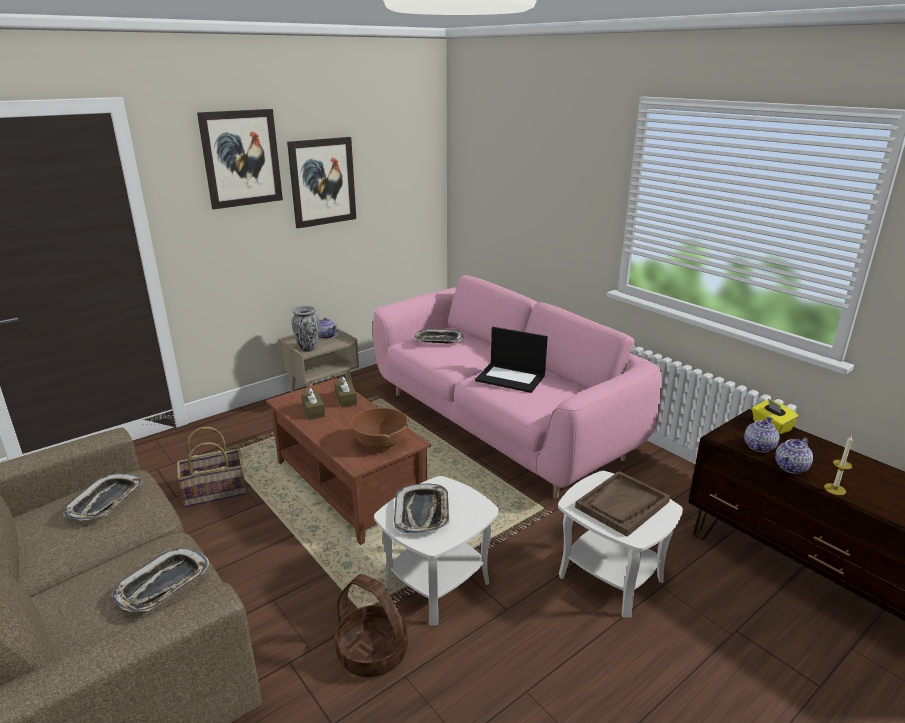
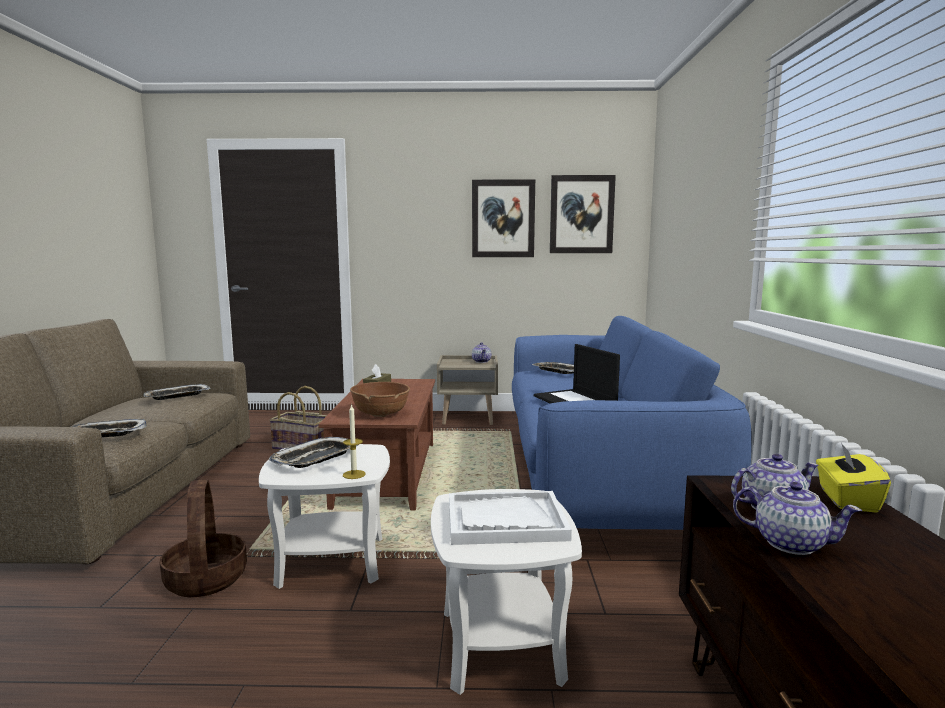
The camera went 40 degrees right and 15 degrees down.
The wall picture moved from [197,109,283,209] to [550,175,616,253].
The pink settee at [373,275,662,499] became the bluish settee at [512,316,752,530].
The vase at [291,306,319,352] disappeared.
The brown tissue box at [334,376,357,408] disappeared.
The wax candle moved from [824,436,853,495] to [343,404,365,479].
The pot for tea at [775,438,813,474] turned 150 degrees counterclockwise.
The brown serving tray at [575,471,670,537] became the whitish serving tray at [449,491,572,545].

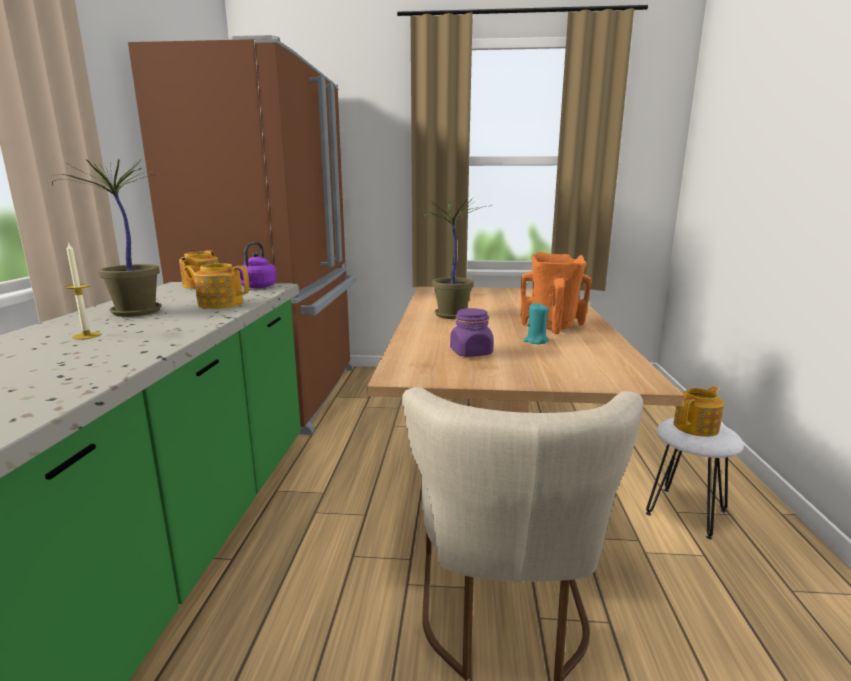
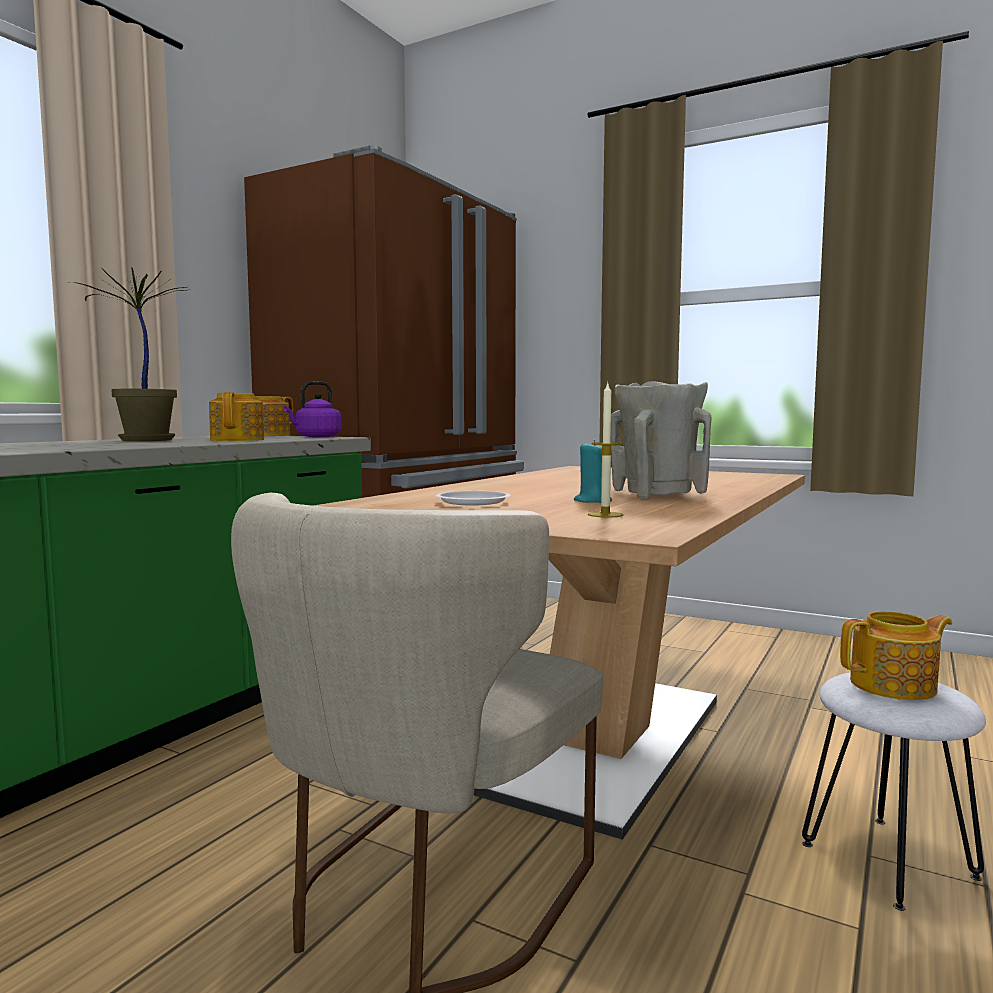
The camera went 25 degrees right and 10 degrees down.
The houseplant at [417,197,494,319] disappeared.
The wax candle moved from [64,242,101,340] to [588,383,623,517].
The orange vase at [520,252,591,334] became the beige-coloured vase at [611,381,712,499].
The pot for tea at [184,263,249,309] turned 45 degrees clockwise.
The purple preserve jar at [450,308,494,357] was replaced by the whitish flat dish at [436,491,510,505].

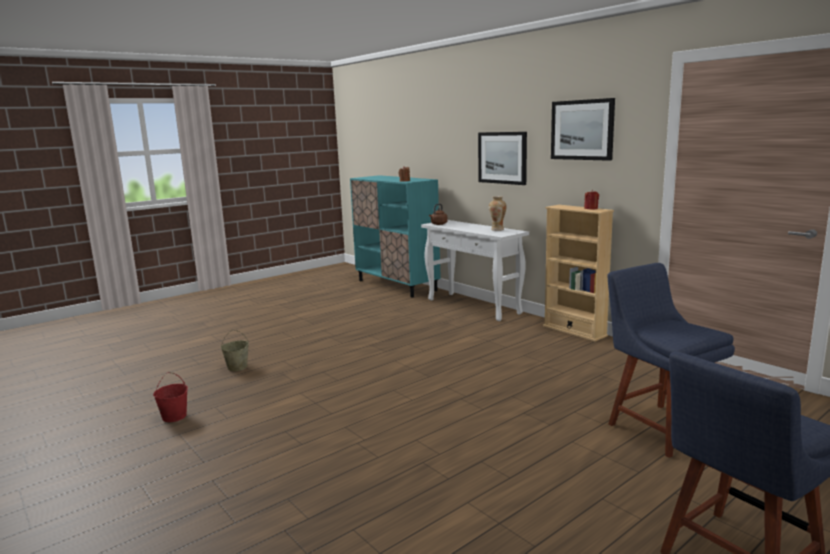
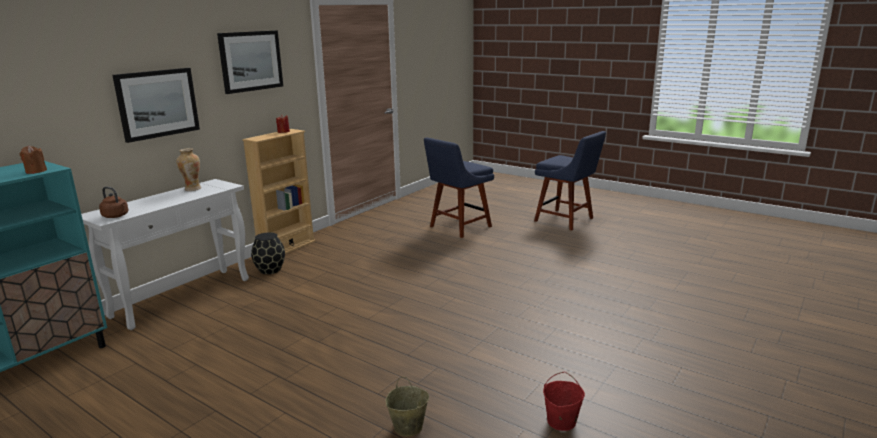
The camera went 105 degrees left and 5 degrees up.
The black vase at [251,232,285,274] appeared.

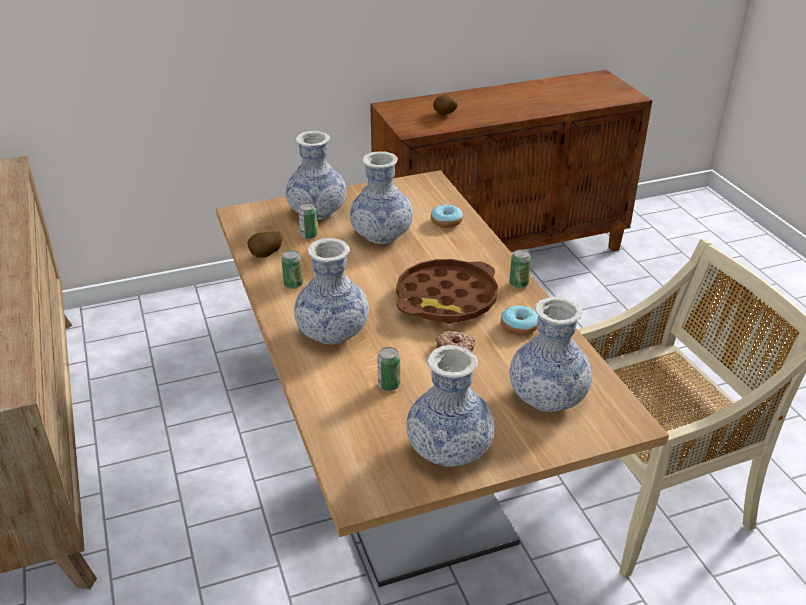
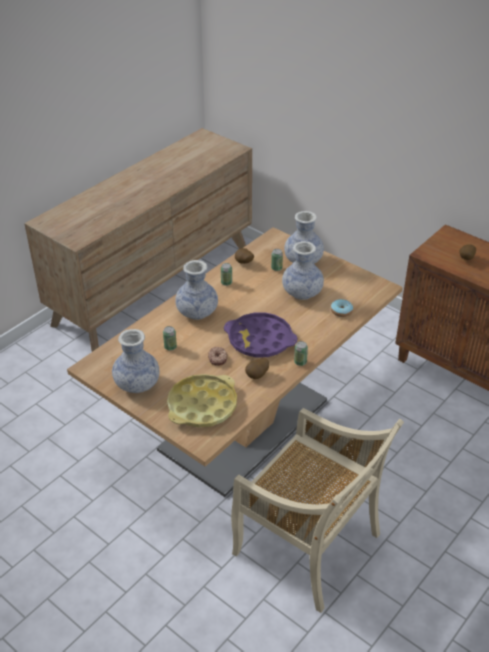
The camera went 60 degrees right and 5 degrees up.
The brown serving tray at [396,259,498,323] became the purple serving tray at [224,312,298,357].
The vase at [510,297,592,412] was replaced by the yellow serving tray at [167,374,237,428].
The ring doughnut at [501,305,538,335] was replaced by the spud at [245,358,269,379].

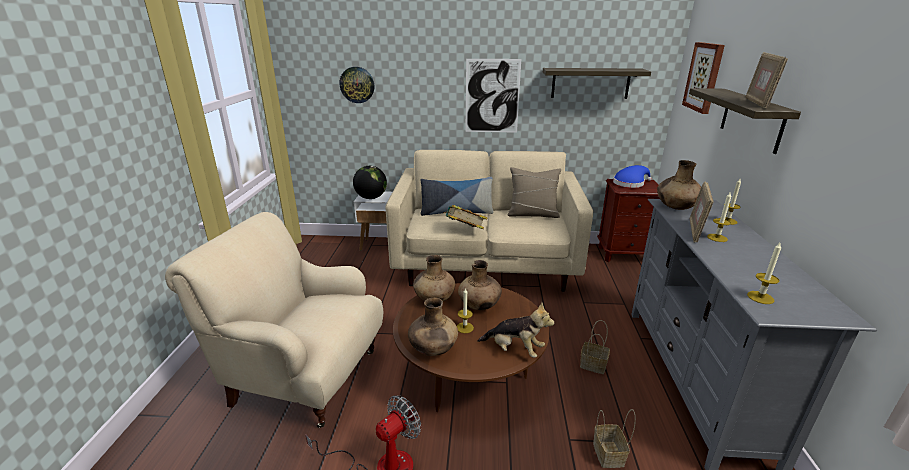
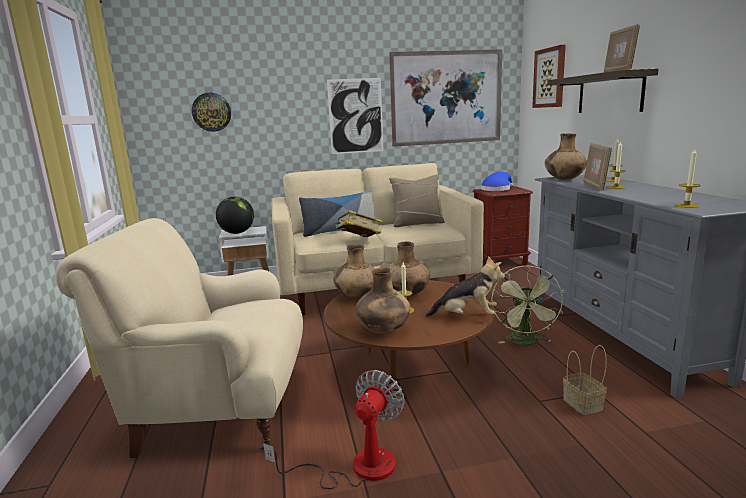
The camera went 15 degrees left and 10 degrees down.
The bracket shelf at [543,68,651,99] was replaced by the wall picture at [389,49,502,147].
The basket at [580,320,610,374] was replaced by the green cooling fan at [491,265,564,345].

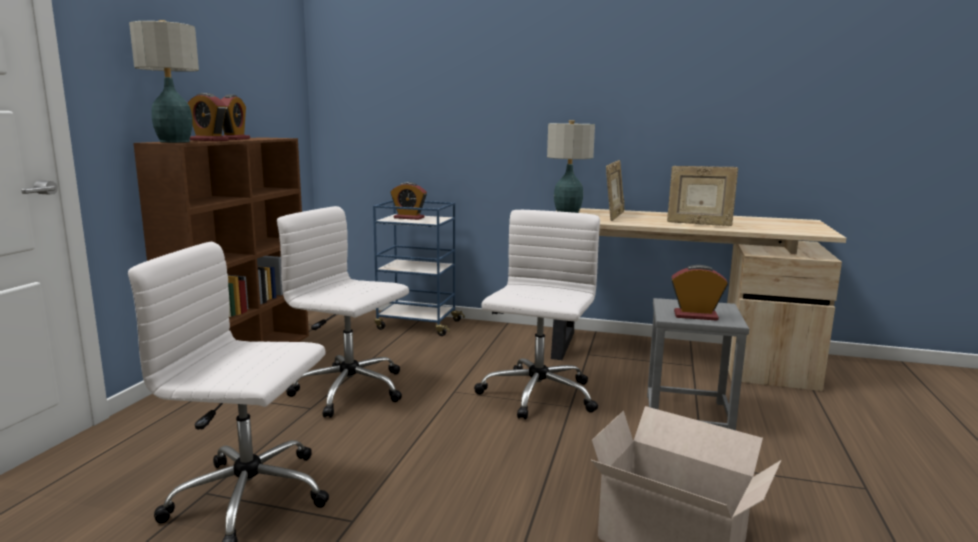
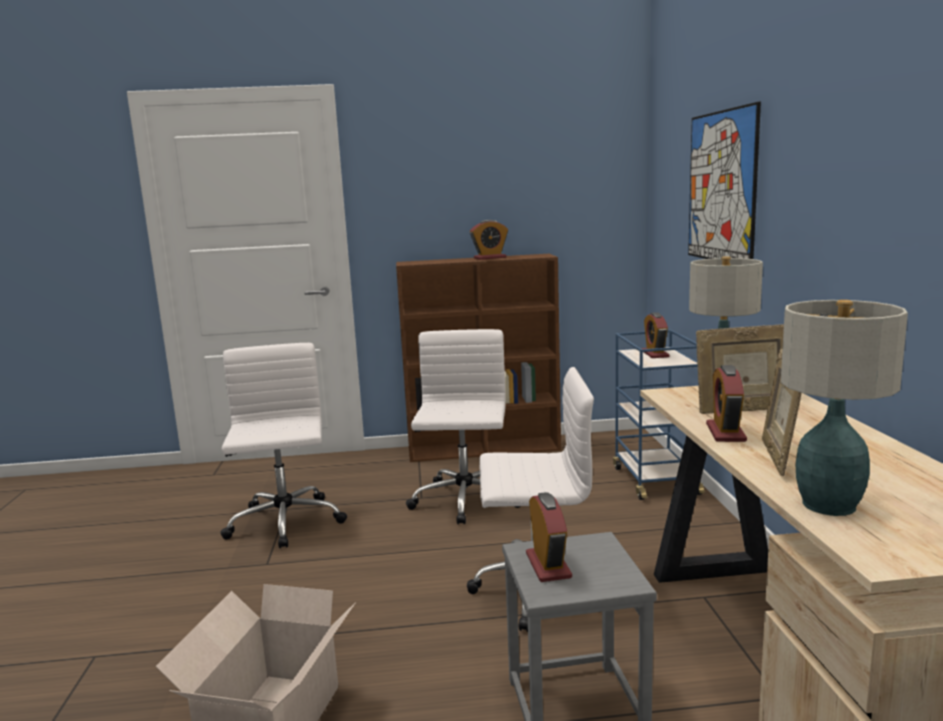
The camera went 70 degrees right and 0 degrees up.
The tabletop lamp moved from [129,20,199,143] to [781,300,908,516].
The alarm clock moved from [188,93,229,141] to [706,365,747,442].
The wall picture at [688,102,761,259] appeared.

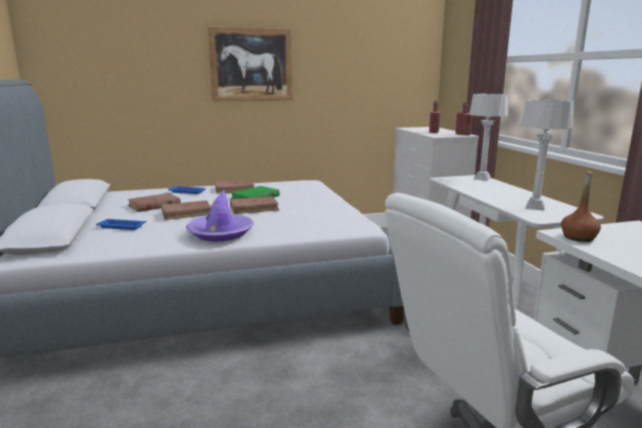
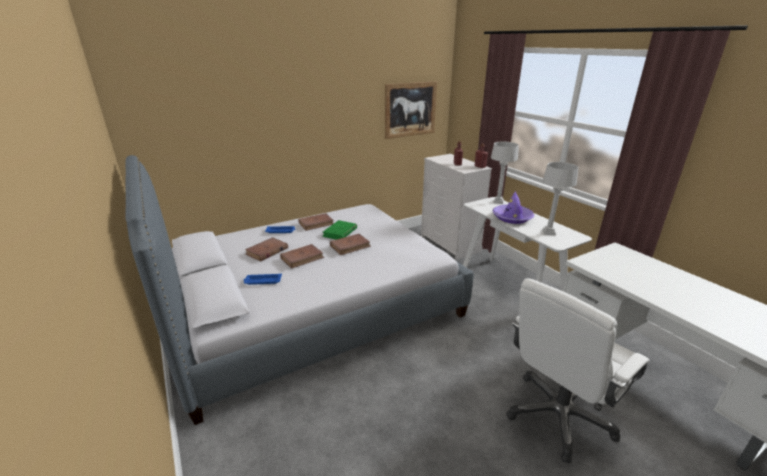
The camera went 15 degrees left and 10 degrees up.
The wall picture moved from [208,27,293,101] to [385,81,437,139].
The brown bottle at [561,171,601,242] disappeared.
The purple hat moved from [186,190,254,242] to [492,192,534,224].

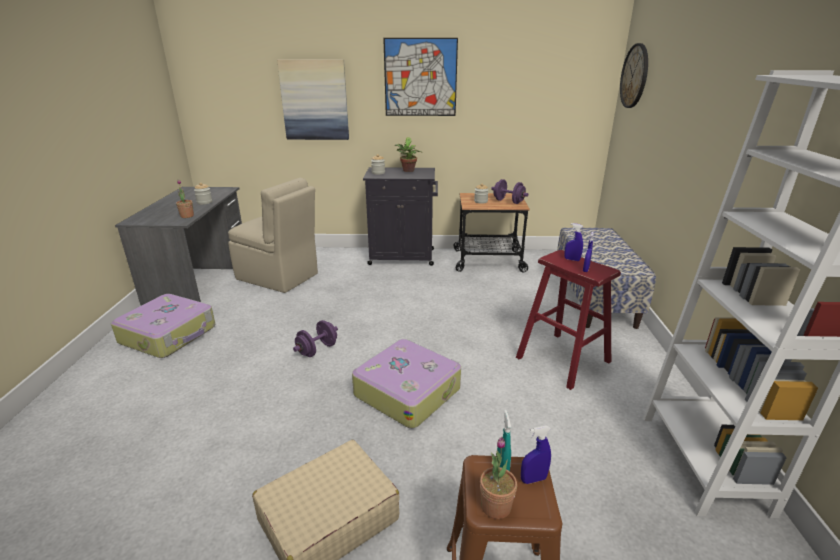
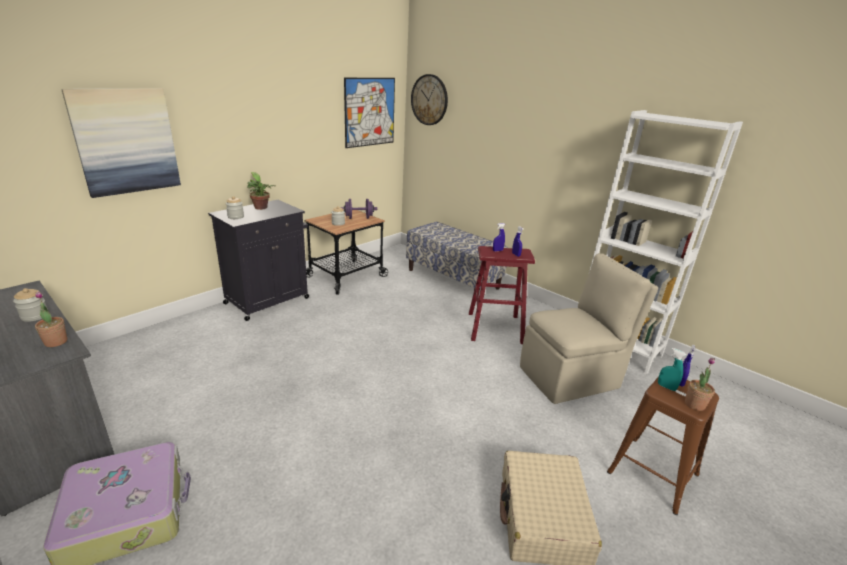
The camera went 50 degrees left and 0 degrees up.
The wall picture moved from [383,38,458,116] to [344,78,395,148].
The beige-coloured plain chair moved from [228,178,318,293] to [520,253,658,404].
The purple free weight at [293,320,338,357] disappeared.
The suitcase at [352,339,461,428] disappeared.

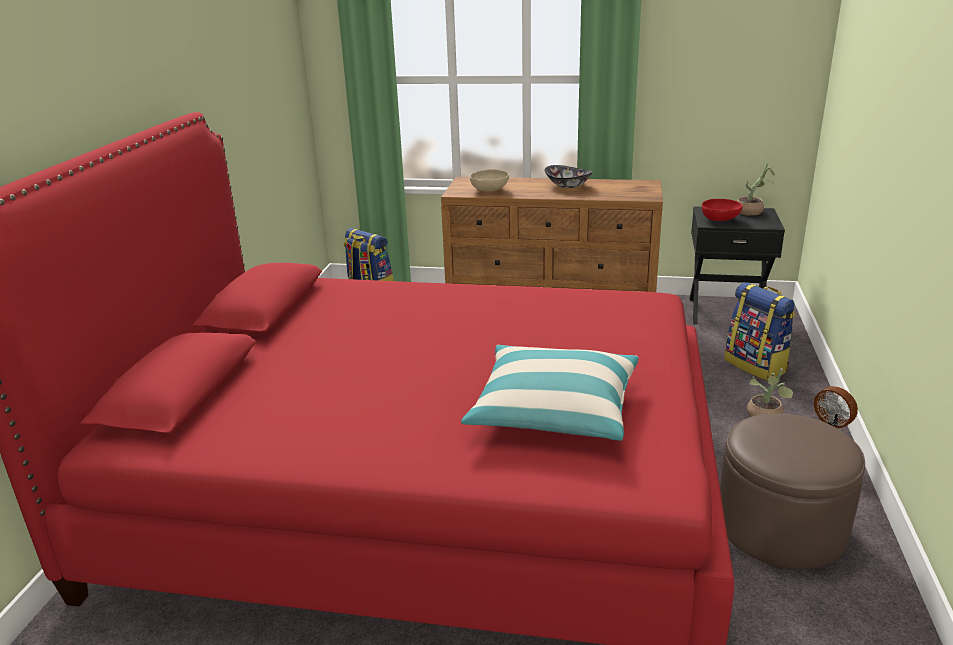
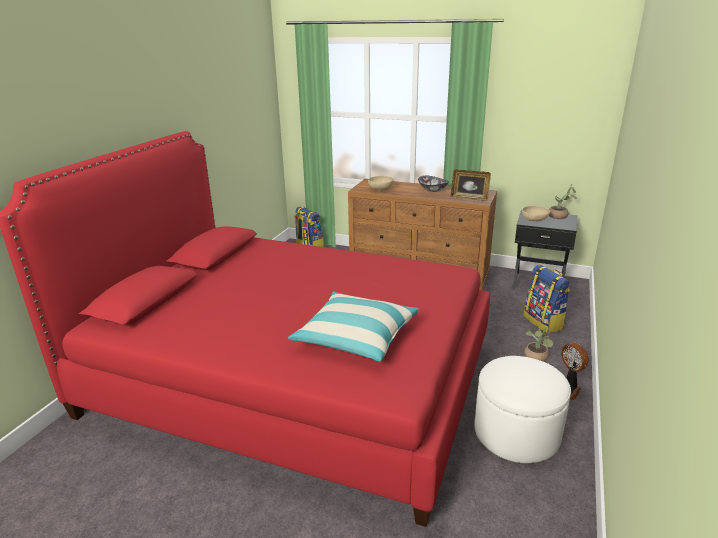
The camera went 10 degrees right and 0 degrees up.
The reddish bowl at [702,199,742,221] became the beige-coloured bowl at [522,206,550,221].
The brown pouffe at [720,413,865,569] became the whitish pouffe at [475,356,571,463].
The picture frame at [451,169,491,201] appeared.

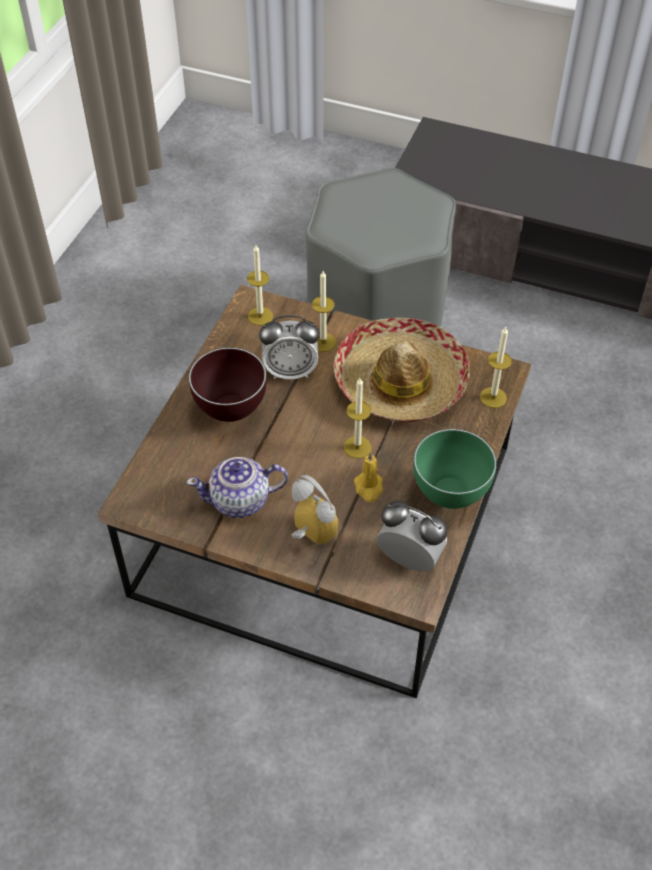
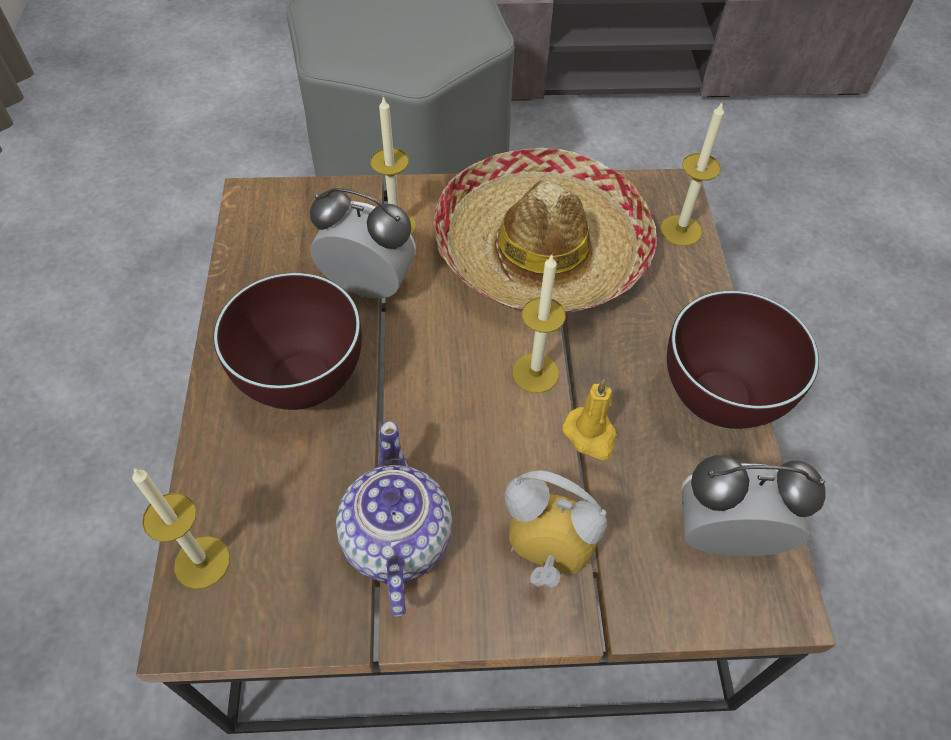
The camera went 25 degrees left and 5 degrees up.
The wax candle moved from [247,245,273,325] to [132,468,230,589].
The alarm clock at [259,315,320,379] turned 135 degrees counterclockwise.
The green bowl at [413,429,497,509] became the brown bowl at [667,291,819,429].
The pot for tea at [186,457,288,518] turned 120 degrees clockwise.

